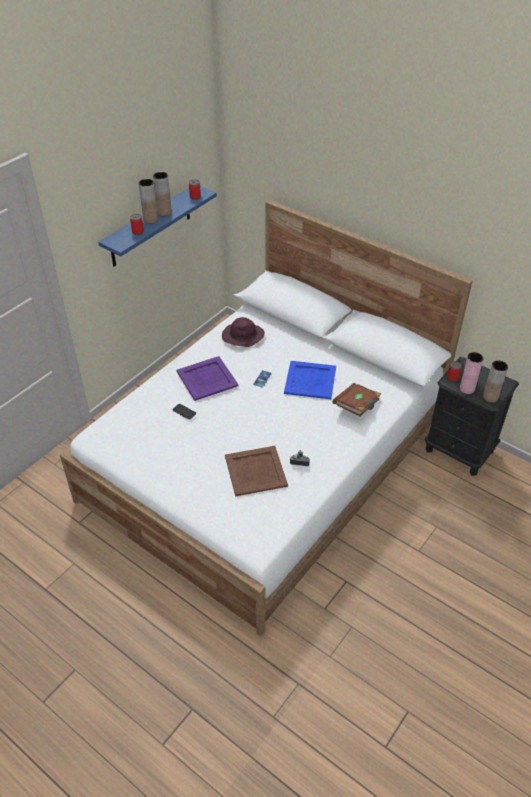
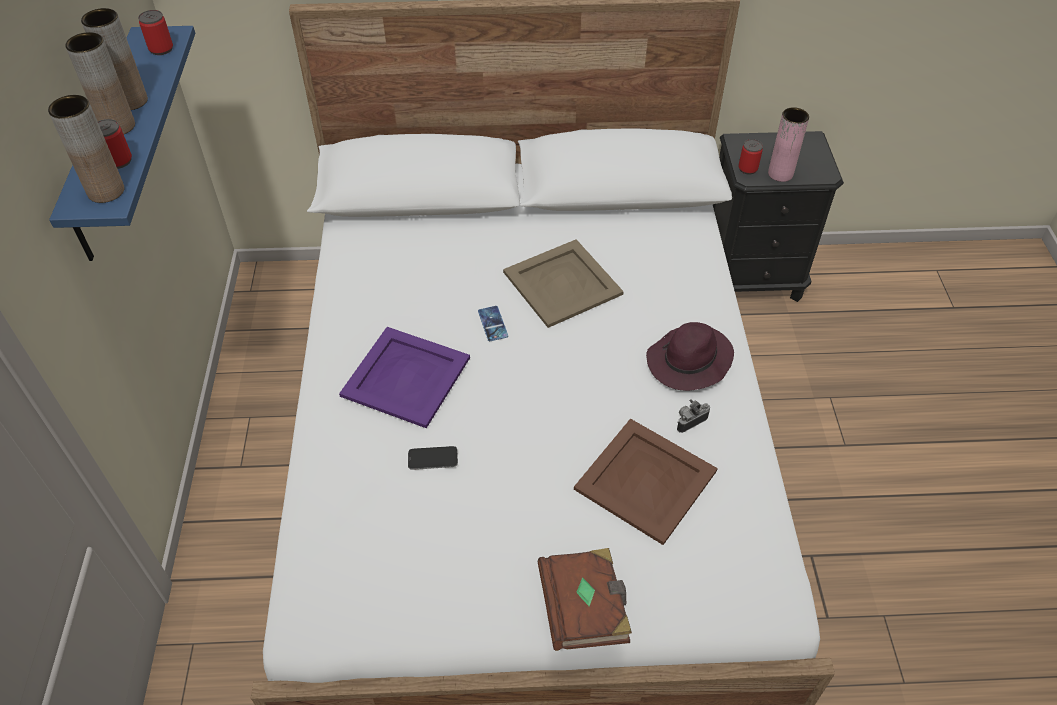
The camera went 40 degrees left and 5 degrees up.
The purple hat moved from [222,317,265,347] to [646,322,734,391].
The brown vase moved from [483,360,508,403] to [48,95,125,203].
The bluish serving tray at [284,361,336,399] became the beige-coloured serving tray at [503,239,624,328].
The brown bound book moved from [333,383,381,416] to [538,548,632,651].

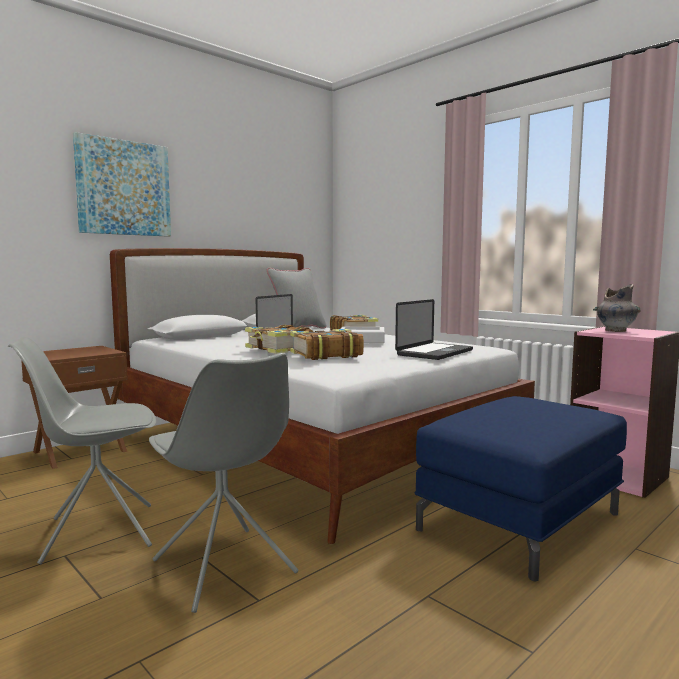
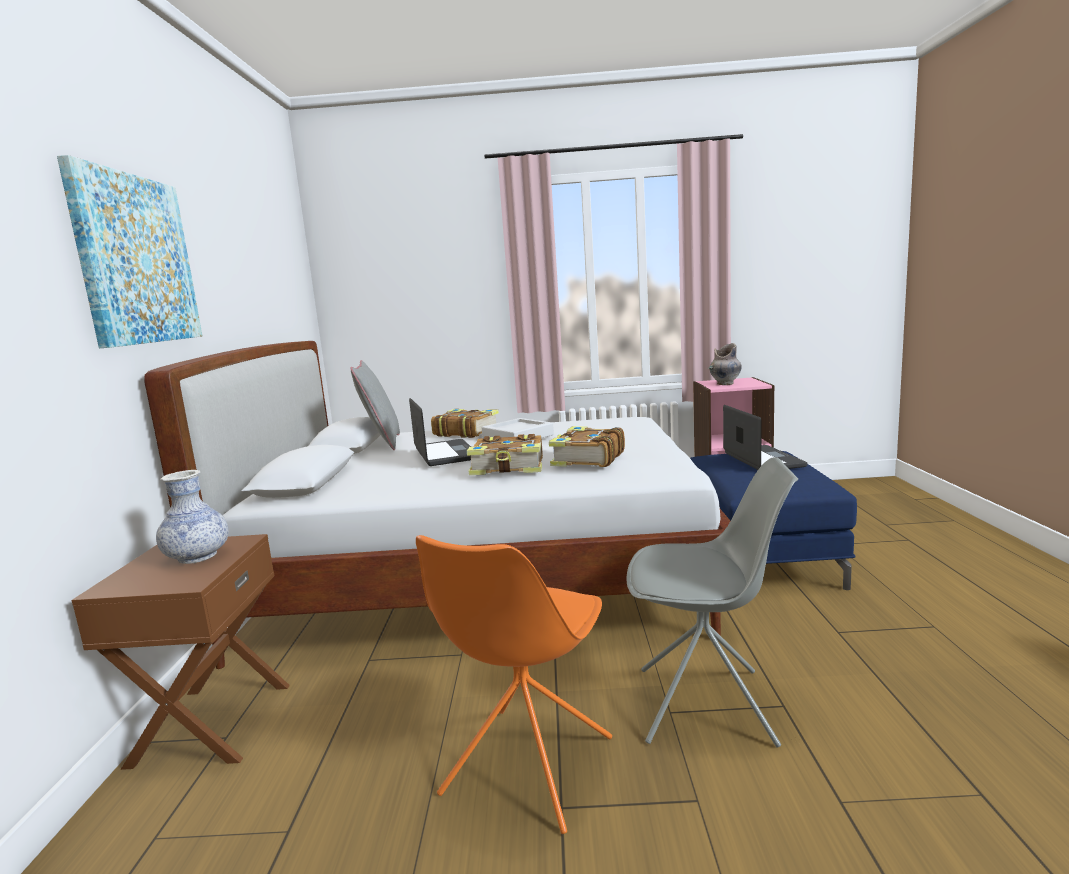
The camera went 45 degrees left and 5 degrees up.
The laptop moved from [395,299,473,360] to [723,405,807,470].
The gray plain chair at [8,337,156,564] became the orange plain chair at [416,535,612,834].
The vase at [156,470,229,564] appeared.

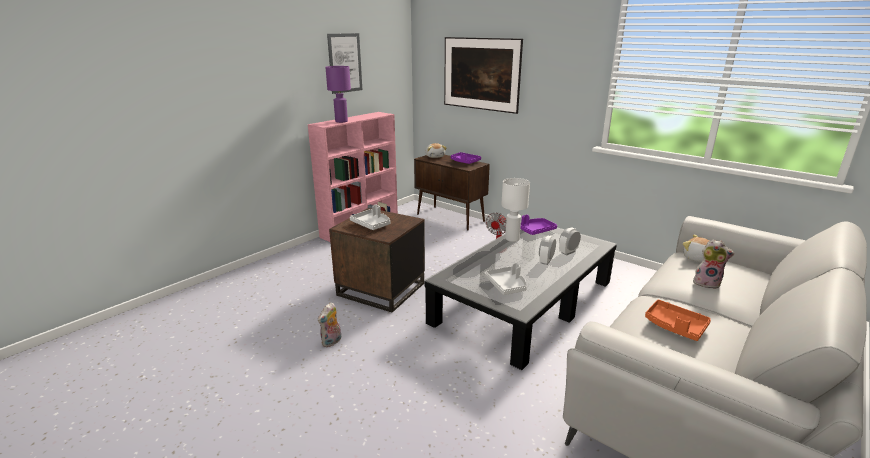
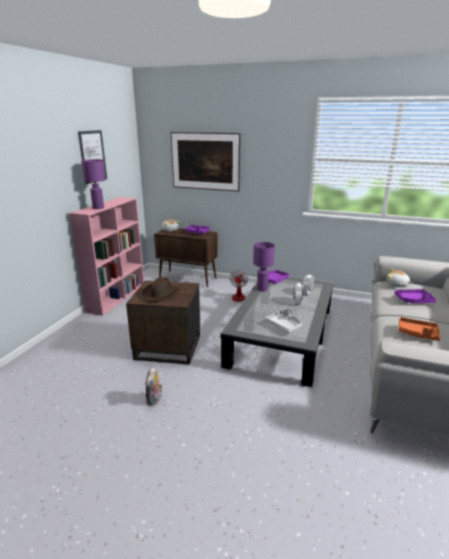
The camera went 20 degrees left and 0 degrees up.
The whitish tabletop lamp at [501,178,530,242] became the purple tabletop lamp at [253,242,275,291].
The gray serving tray at [350,205,390,230] was replaced by the brown hat at [142,277,180,302].
The soft toy at [693,239,735,289] was replaced by the purple serving tray at [395,289,436,303].

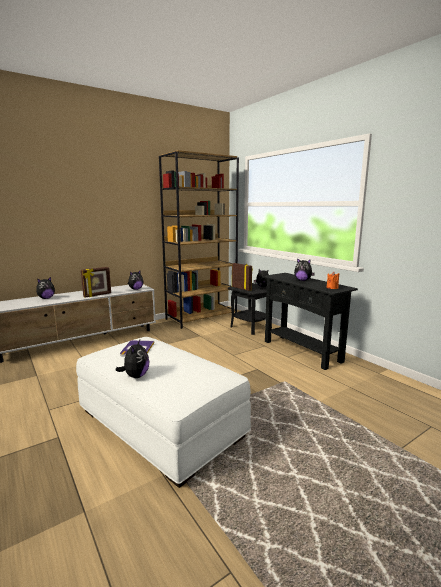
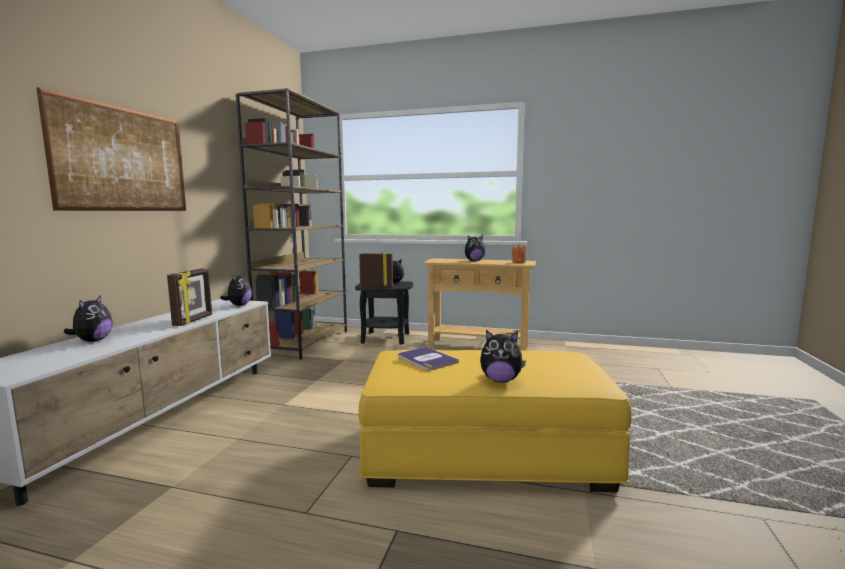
The camera went 40 degrees left and 5 degrees down.
The black hall table at [262,273,358,370] became the beige-coloured hall table at [422,258,536,350].
The whitish pouffe at [76,337,251,488] became the yellow pouffe at [358,350,632,492].
The soft toy at [116,340,149,378] turned 135 degrees clockwise.
The wall picture at [37,87,186,211] appeared.

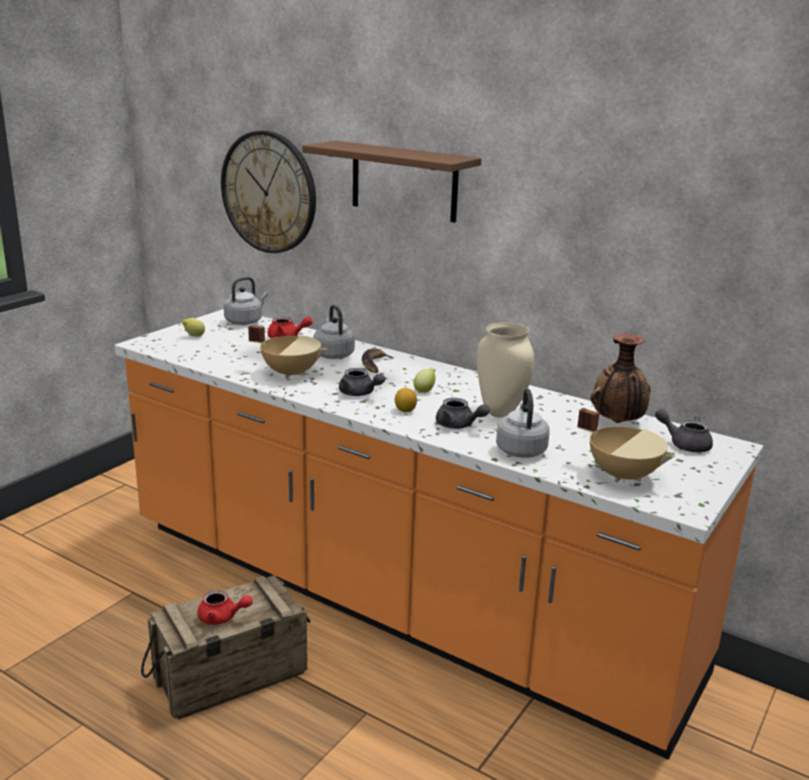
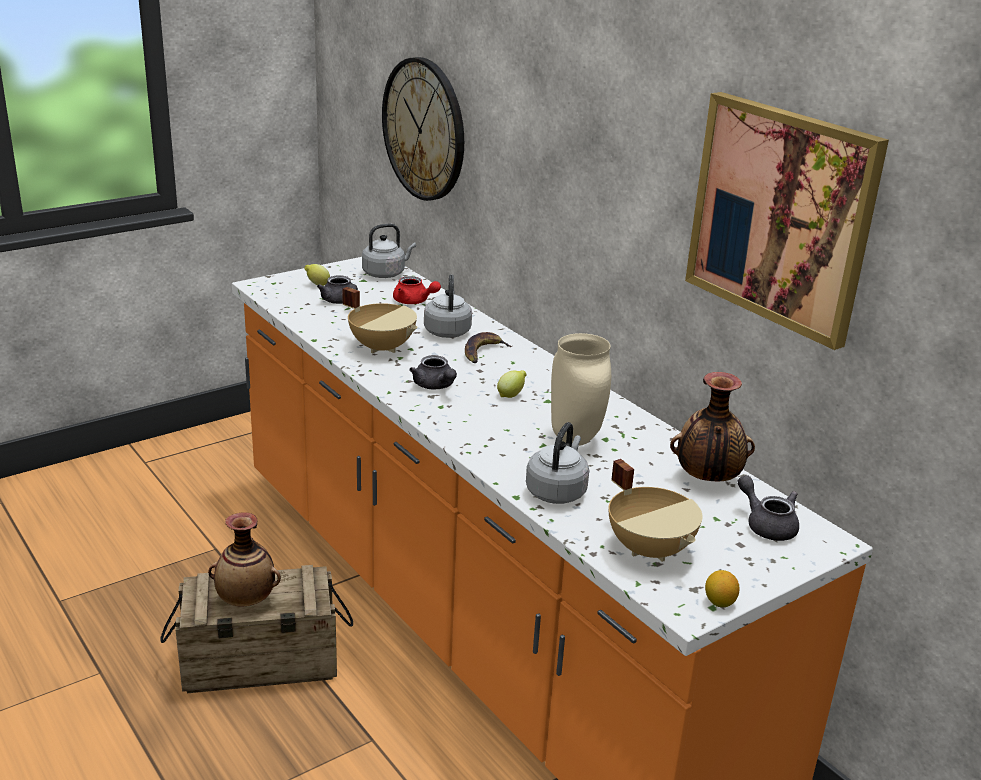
The camera went 20 degrees right and 5 degrees up.
The brown bracket shelf at [302,141,481,223] disappeared.
The citrus fruit moved from [395,388,417,412] to [705,570,740,607].
The gray pot for tea moved from [436,398,490,429] to [317,275,358,304].
The reddish pot for tea at [197,590,253,625] was replaced by the vase at [208,512,281,607].
The wall picture at [685,92,889,350] appeared.

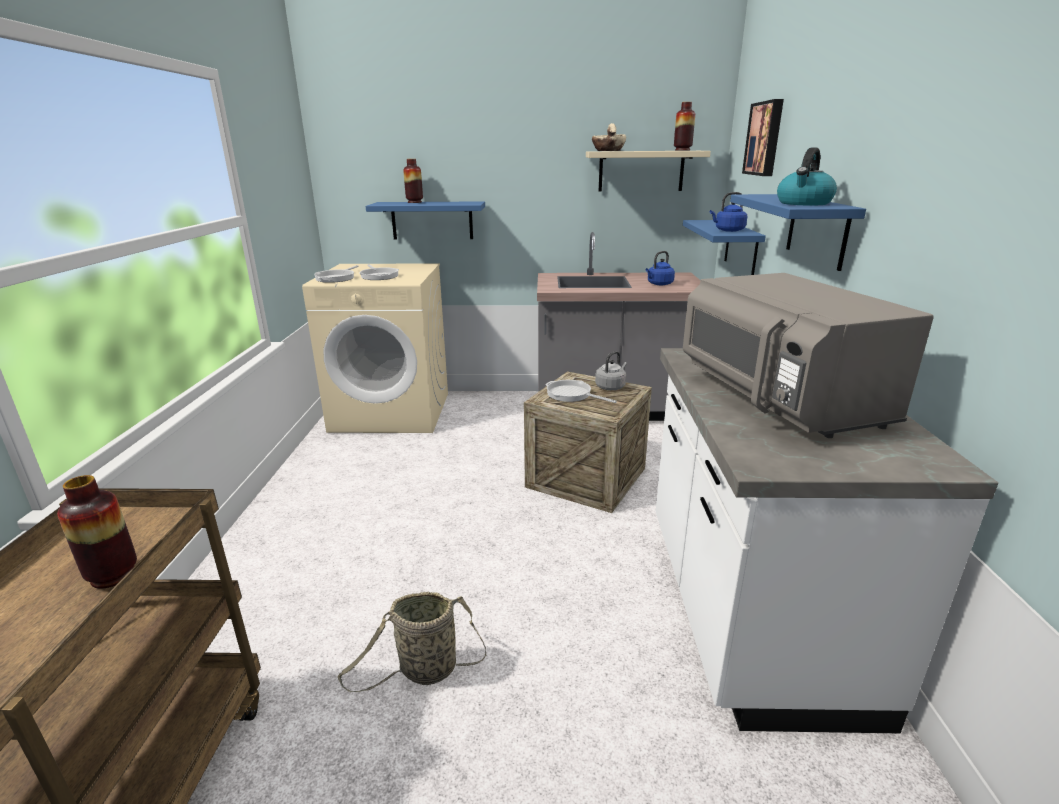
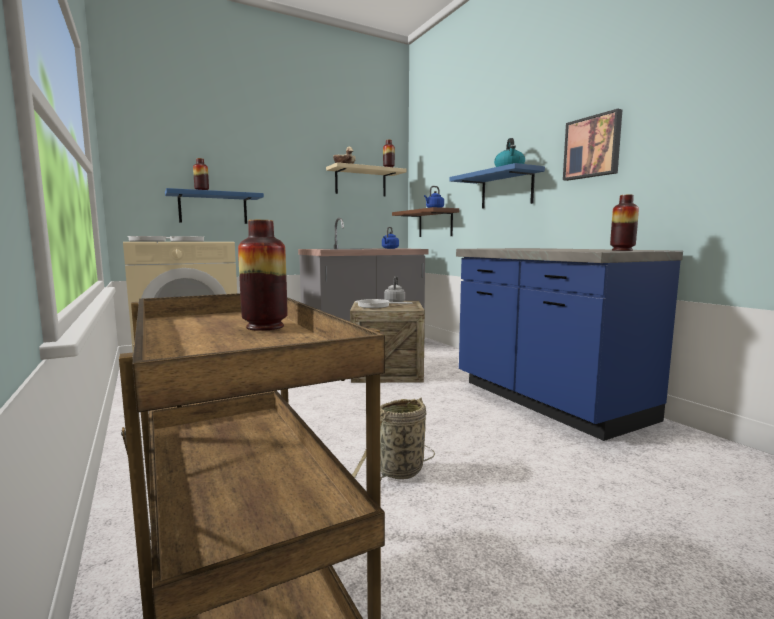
The camera went 30 degrees left and 15 degrees down.
The wall picture moved from [742,99,784,176] to [563,109,622,181].
The bluish bracket shelf at [683,220,766,275] became the brown bracket shelf at [392,207,459,237].
The gray microwave oven at [683,273,934,438] disappeared.
The whitish counter at [656,348,998,734] became the bluish counter at [456,248,683,441].
The vase at [610,194,639,251] appeared.

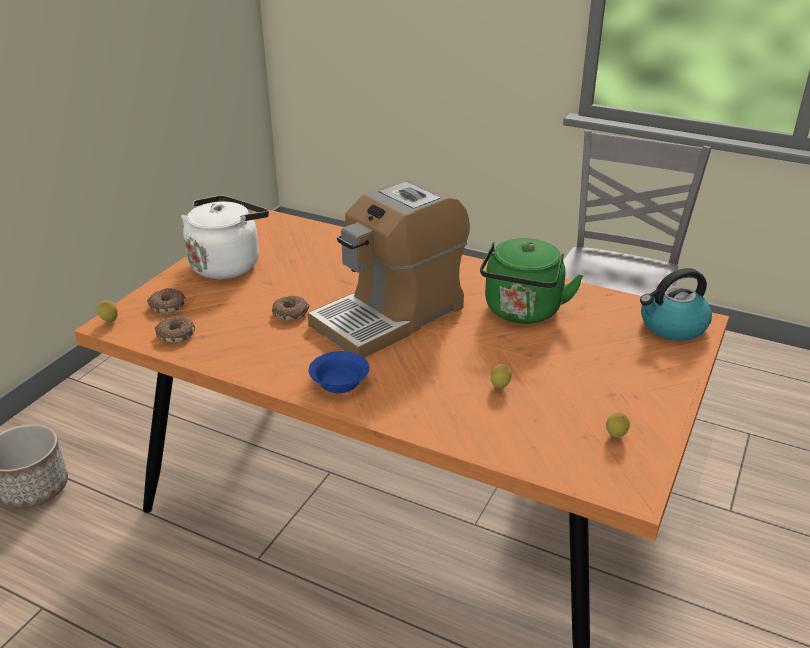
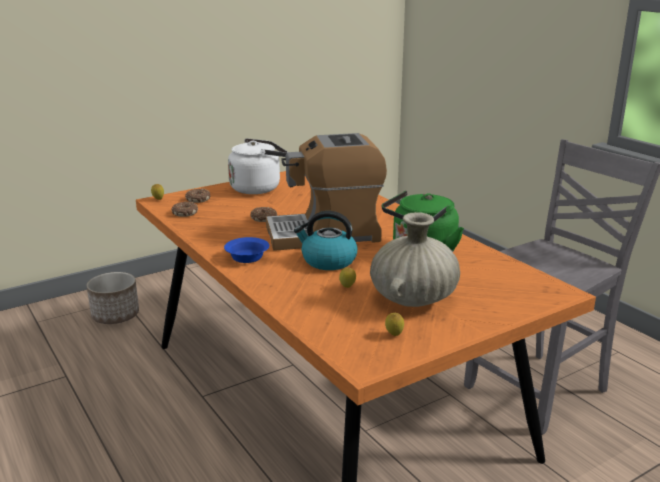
The camera went 30 degrees right and 10 degrees down.
The water kettle moved from [640,268,712,341] to [294,211,357,270].
The beige-coloured vase at [370,212,460,307] appeared.

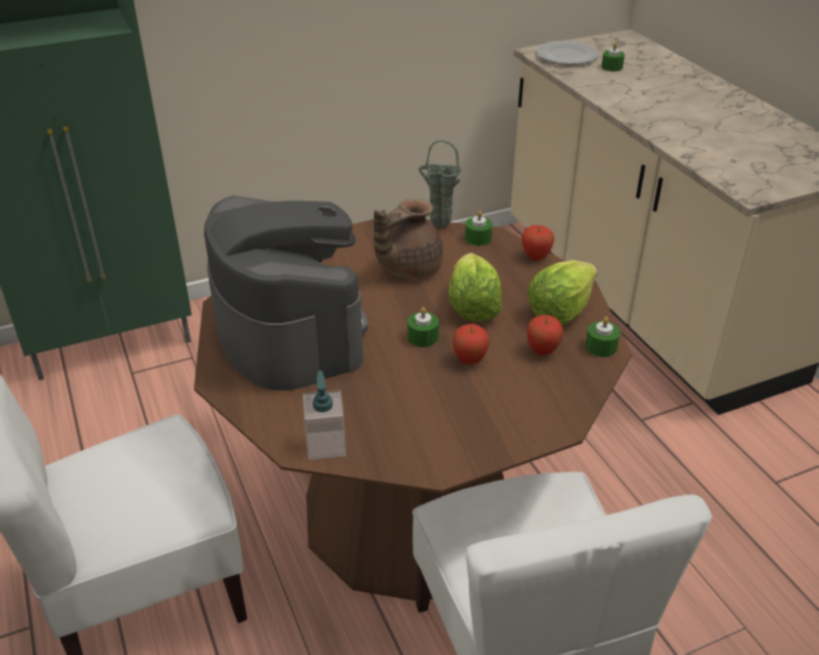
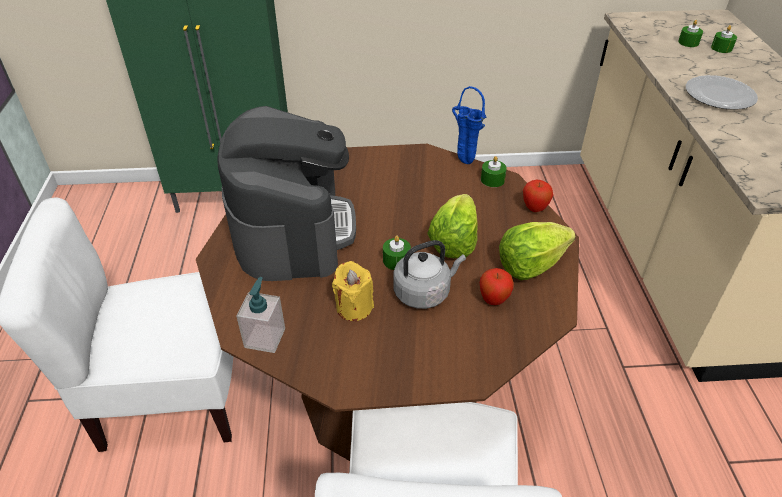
The camera went 20 degrees right and 5 degrees up.
The flat dish moved from [536,41,599,65] to [686,75,758,110].
The green vase at [419,140,461,228] became the bluish vase at [452,86,486,164].
The brown pot for tea at [374,199,443,279] disappeared.
The green wax candle moved from [585,317,620,357] to [711,25,737,53].
The apple at [453,324,490,365] was replaced by the gray water kettle at [393,240,466,309].
The yellow wax candle at [332,261,374,321] appeared.

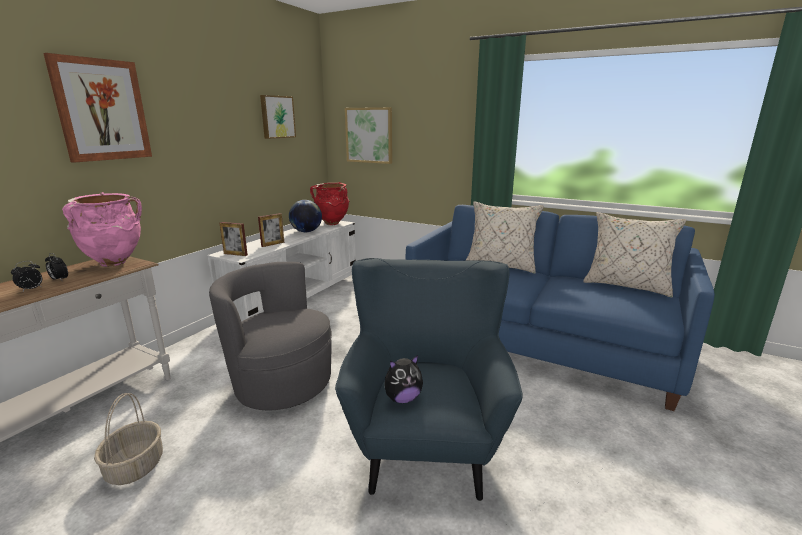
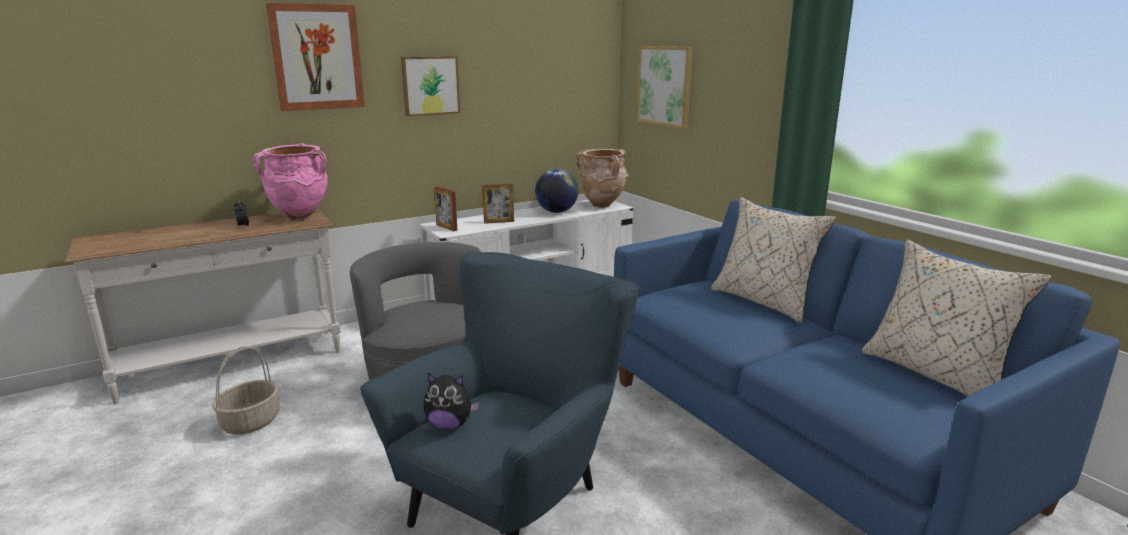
The camera went 30 degrees right and 0 degrees up.
The wall picture moved from [260,95,296,139] to [401,56,460,116].
The reddish vase at [310,182,350,225] became the beige-coloured vase at [576,149,628,208].
The alarm clock at [11,261,42,291] disappeared.

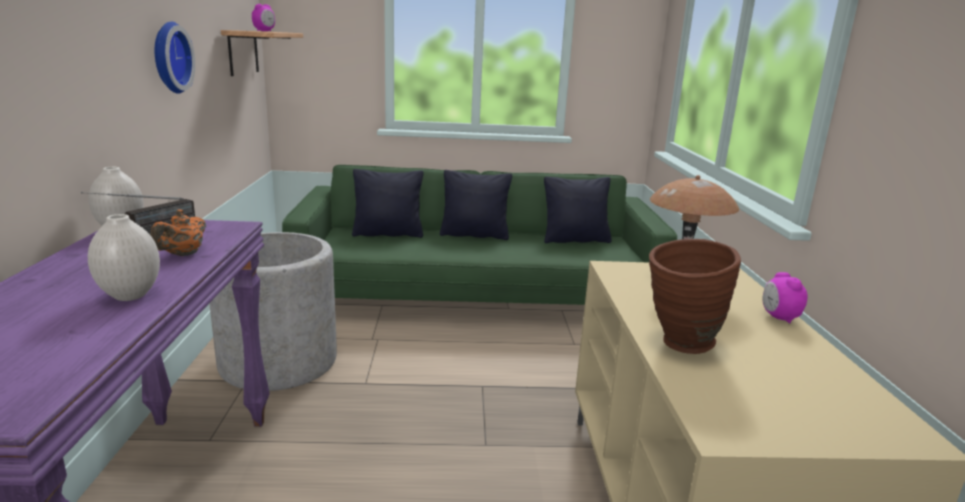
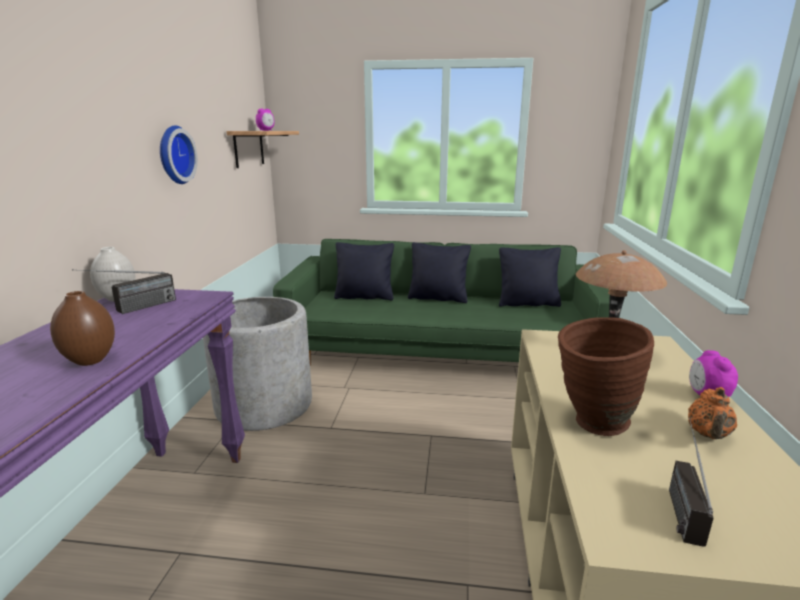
The camera went 10 degrees right and 0 degrees up.
The orange pot for tea moved from [150,209,206,256] to [688,387,737,439].
The whitish vase at [88,214,160,301] became the brown vase at [50,291,115,366].
The radio set at [669,418,713,546] appeared.

